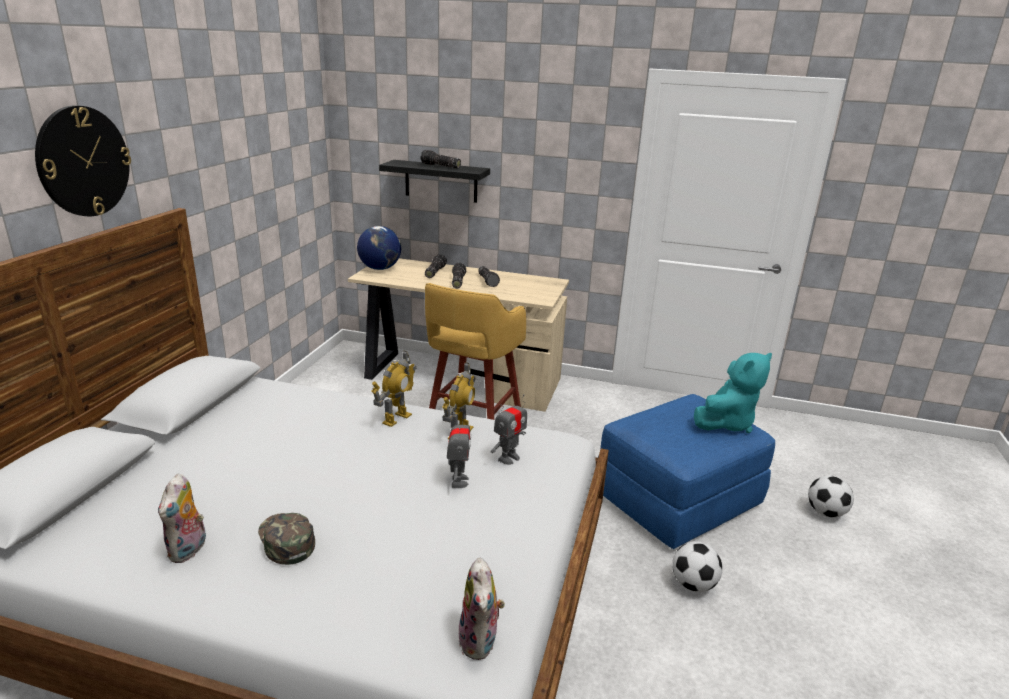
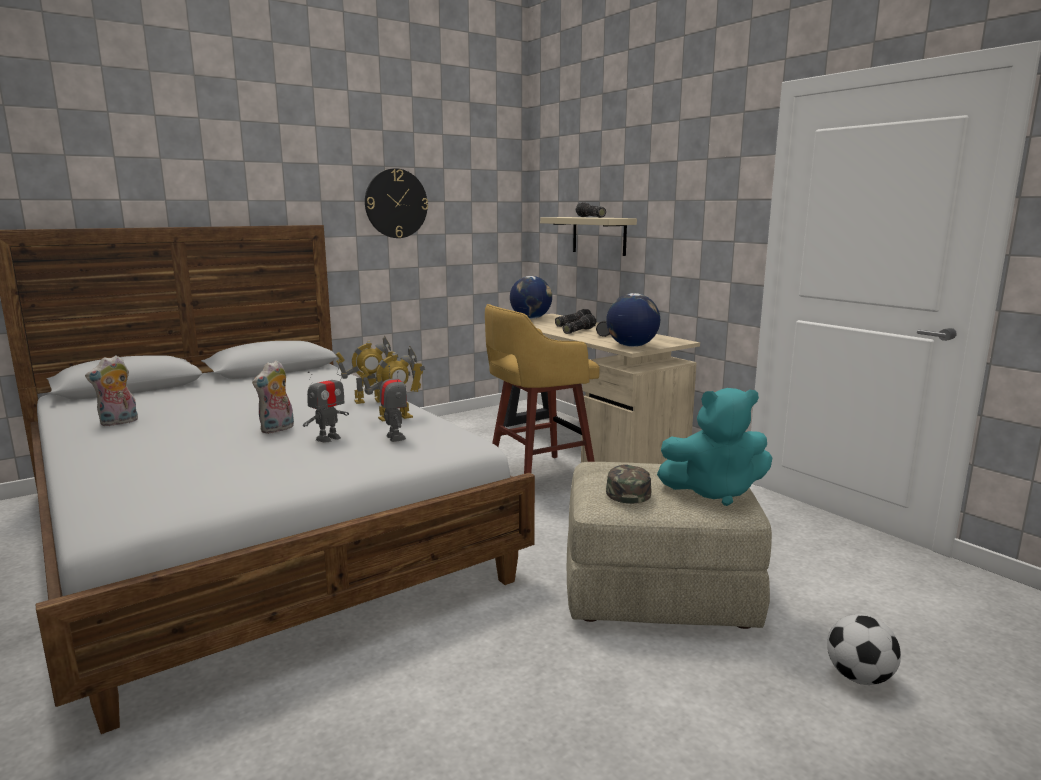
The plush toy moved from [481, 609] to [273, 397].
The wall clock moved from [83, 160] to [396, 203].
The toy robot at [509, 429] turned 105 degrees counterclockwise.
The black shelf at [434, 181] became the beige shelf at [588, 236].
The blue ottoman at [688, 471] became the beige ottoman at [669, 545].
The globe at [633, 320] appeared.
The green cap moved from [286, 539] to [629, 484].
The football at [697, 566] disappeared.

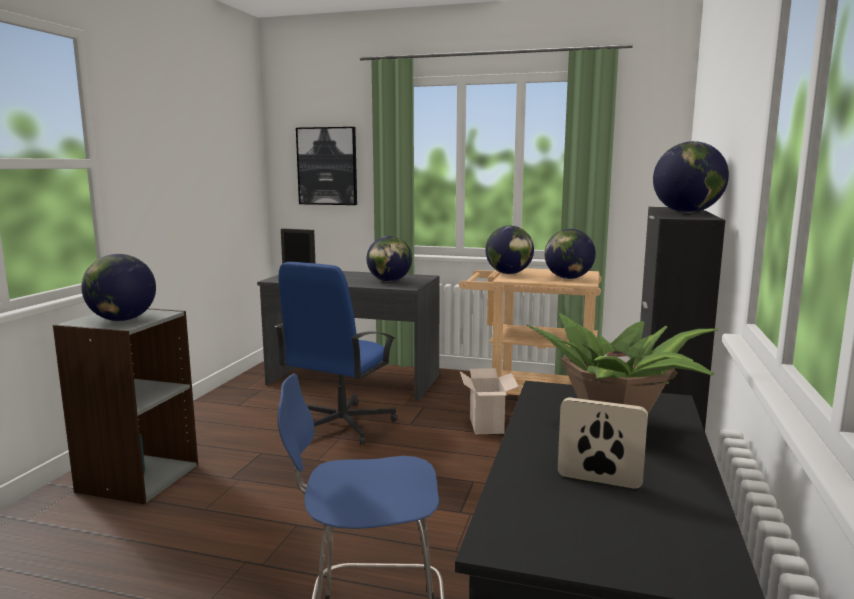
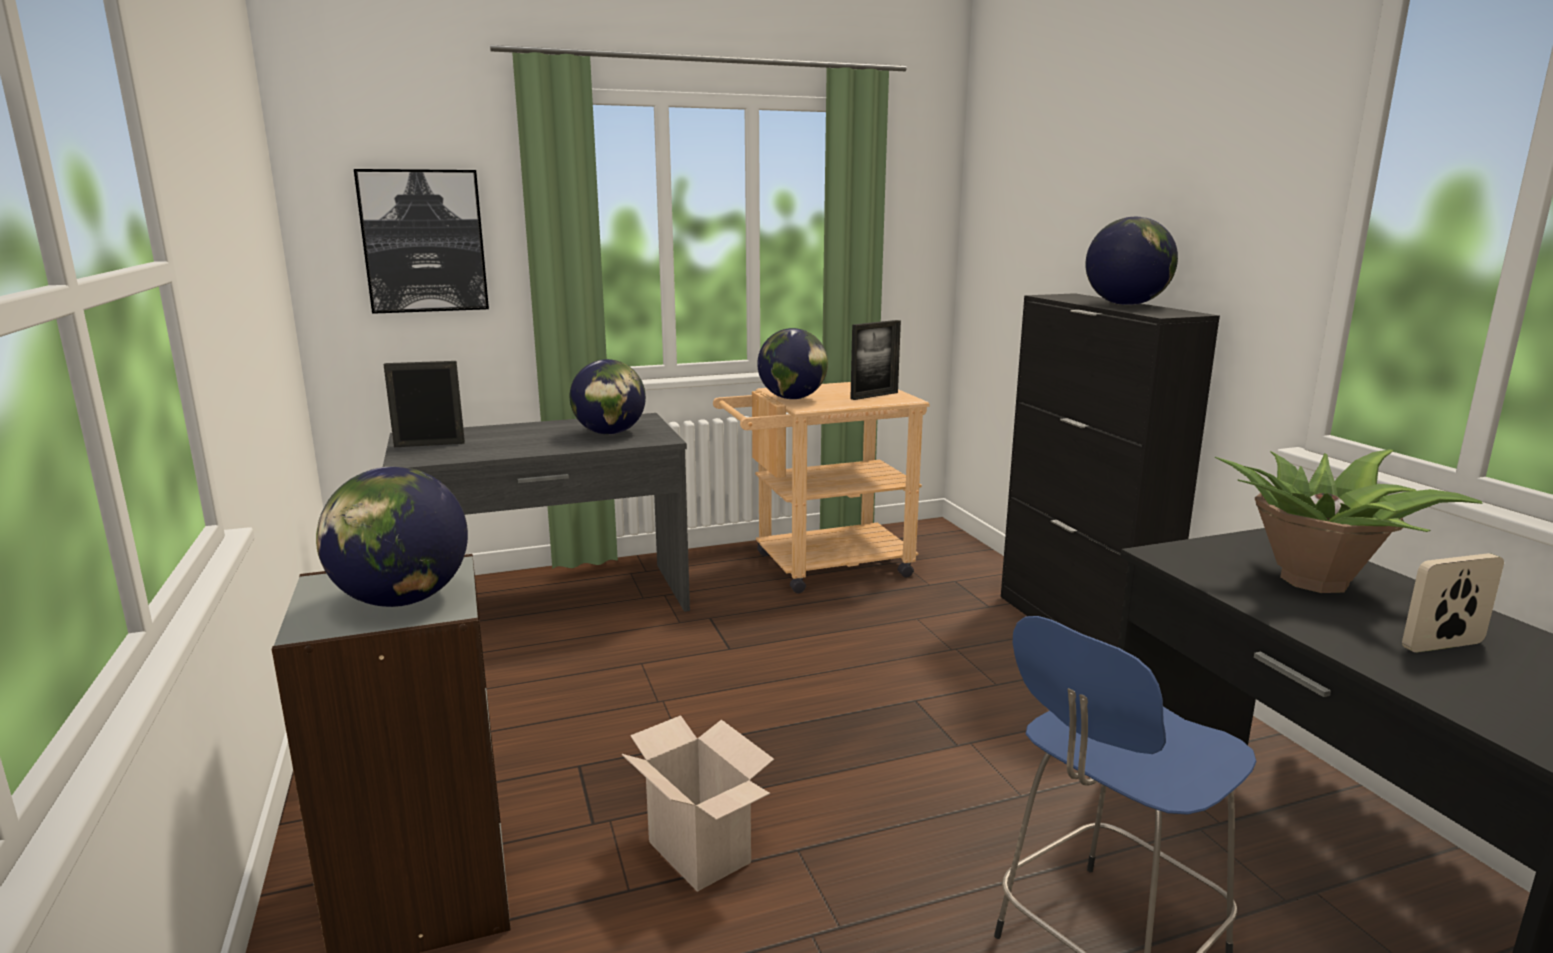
The cardboard box moved from [489, 401] to [697, 803].
The globe at [570, 254] was replaced by the picture frame at [875, 360].
The blue office chair at [336, 353] disappeared.

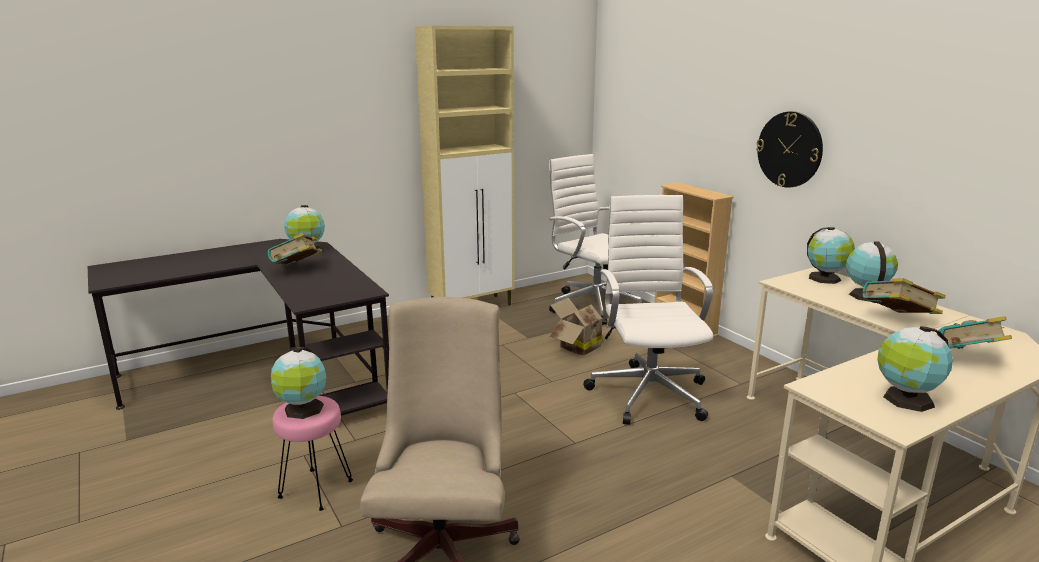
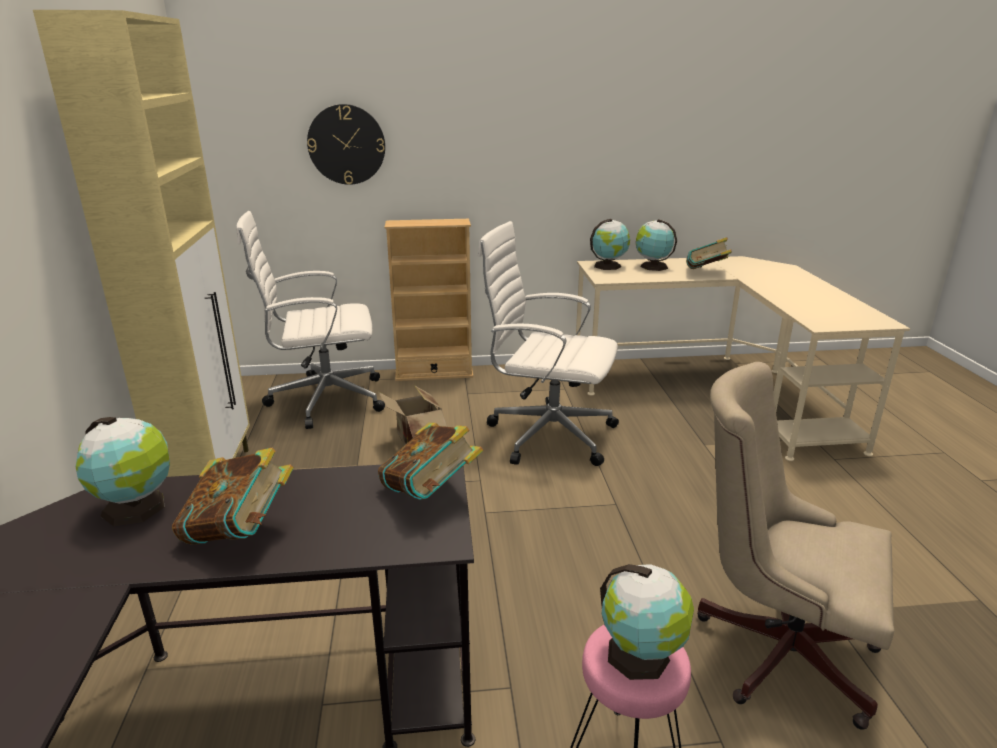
The wall clock moved from [789, 149] to [346, 144].
The book moved from [974, 332] to [430, 461].
The globe at [915, 369] disappeared.

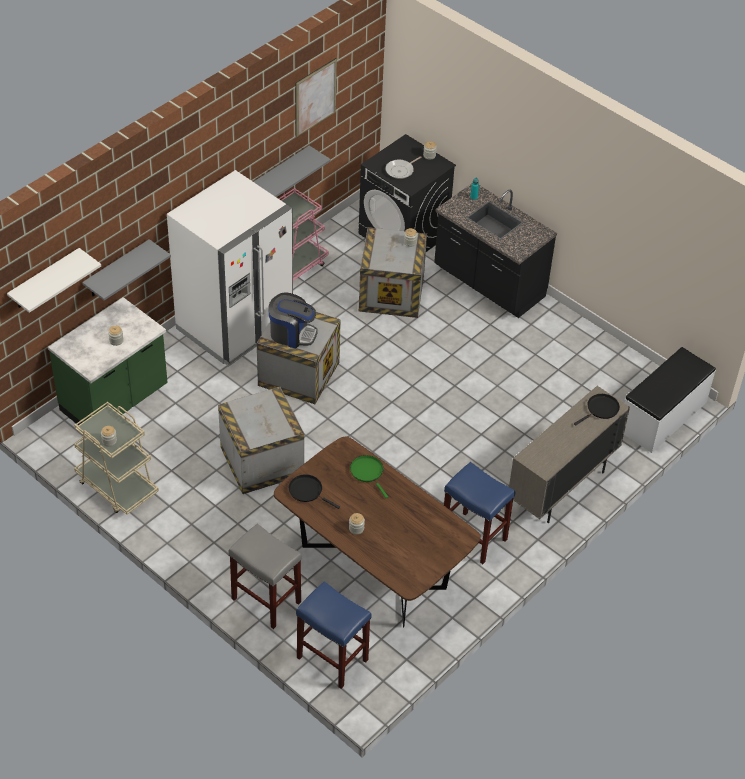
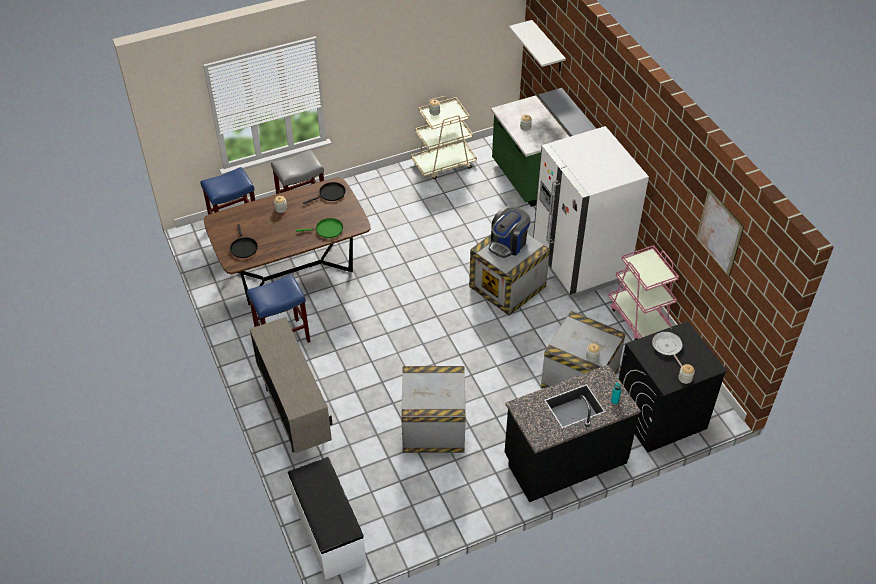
The black frying pan moved from [597, 410] to [244, 241].
The crate moved from [261, 440] to [433, 409].
The grey shelf at [292, 171] disappeared.

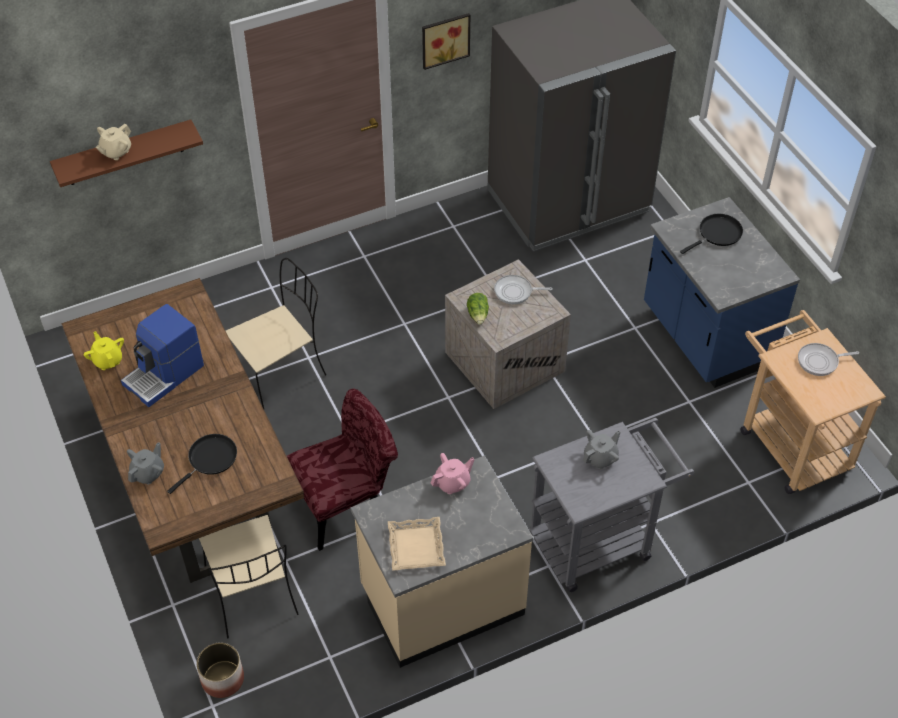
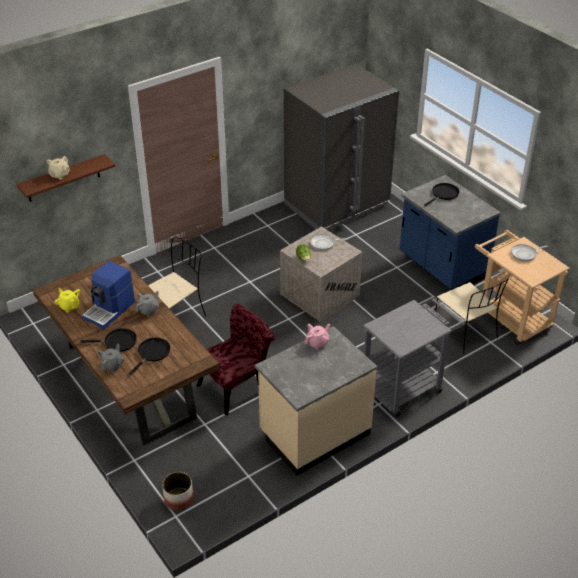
The black frying pan at [109, 340] appeared.
The grey teapot moved from [602, 449] to [147, 303].
The beige chair moved from [249, 576] to [472, 316].
The beige tray at [417, 544] disappeared.
The picture at [446, 41] disappeared.

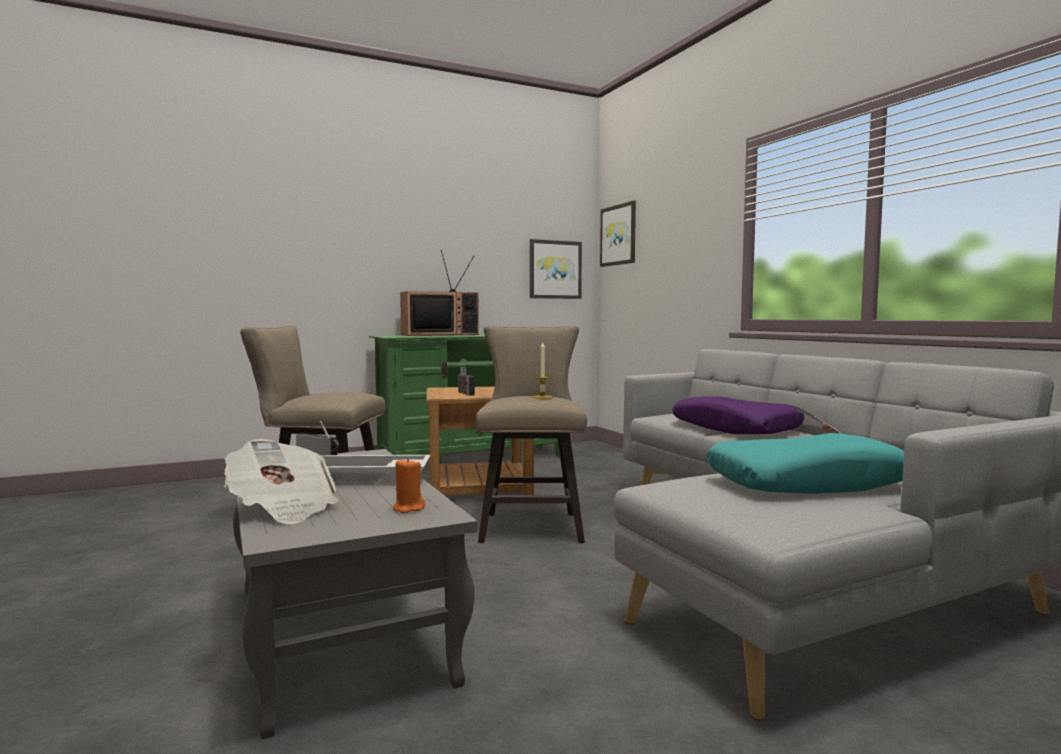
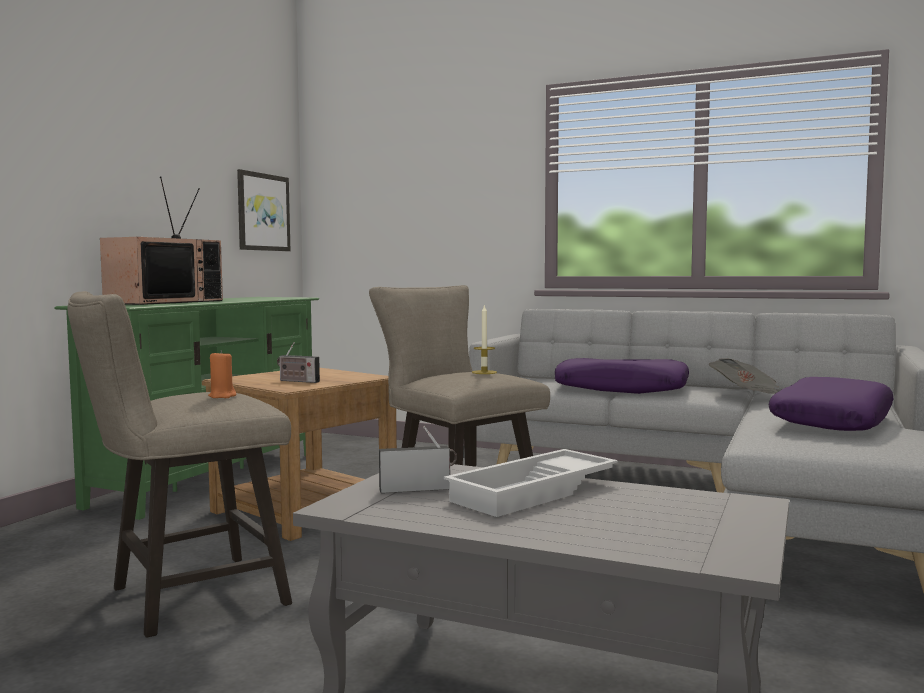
The orange candle moved from [409, 485] to [222, 374].
The turquoise pillow at [805, 463] became the purple pillow at [831, 404].
The newspaper at [281, 481] disappeared.
The picture at [618, 233] disappeared.

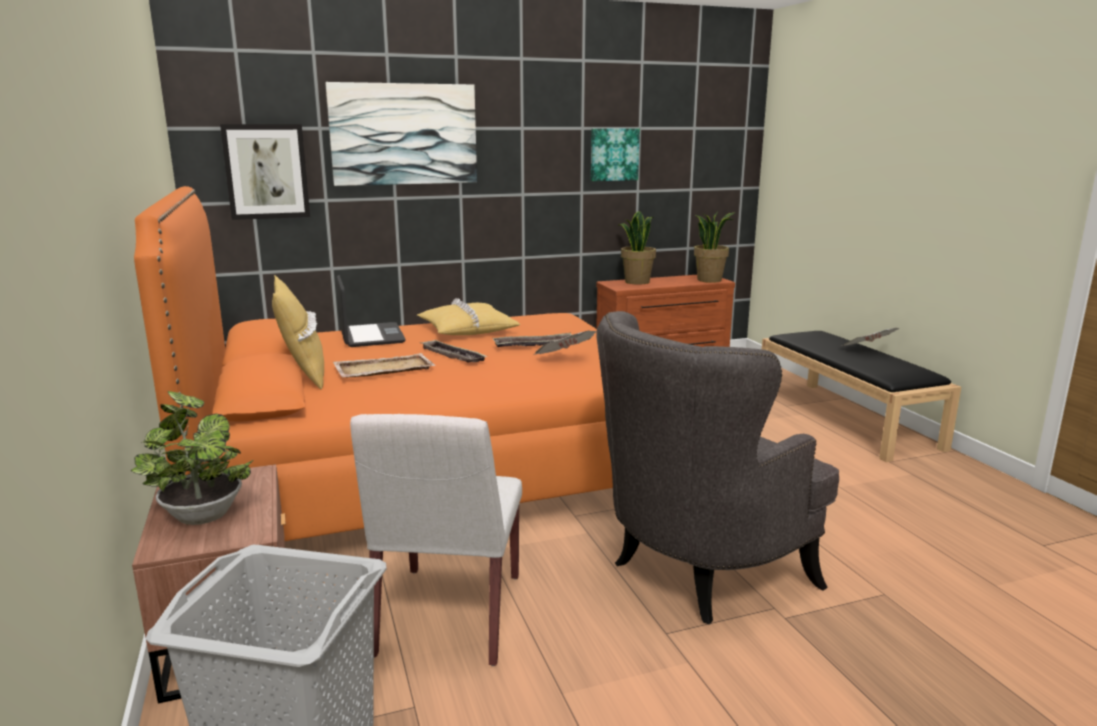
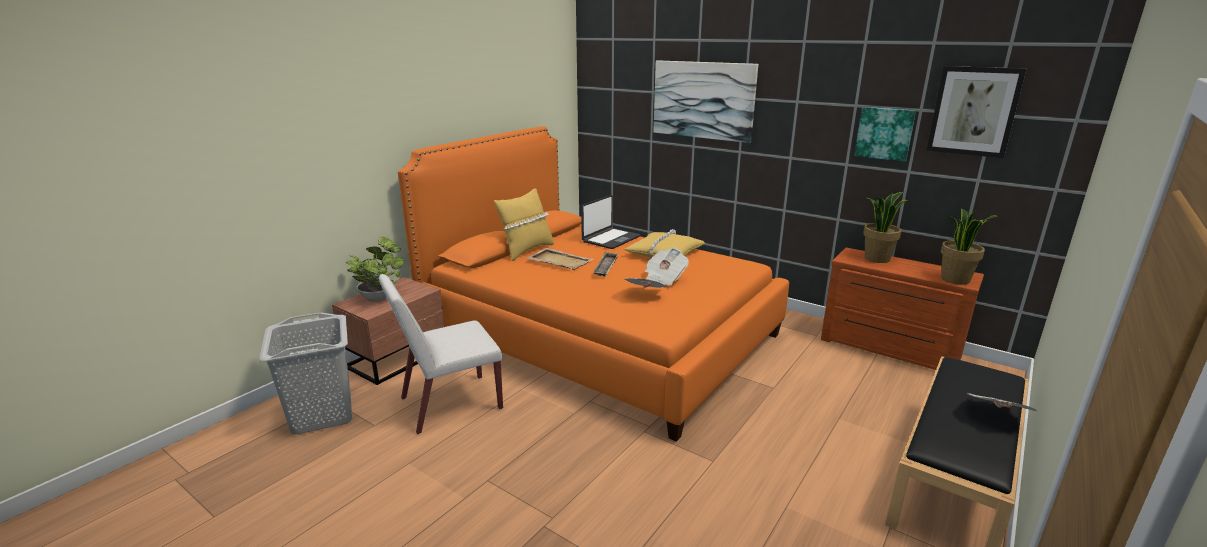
The tray at [532, 340] was replaced by the newspaper at [667, 267].
The picture moved from [265, 172] to [976, 112].
The grey armchair at [717, 468] disappeared.

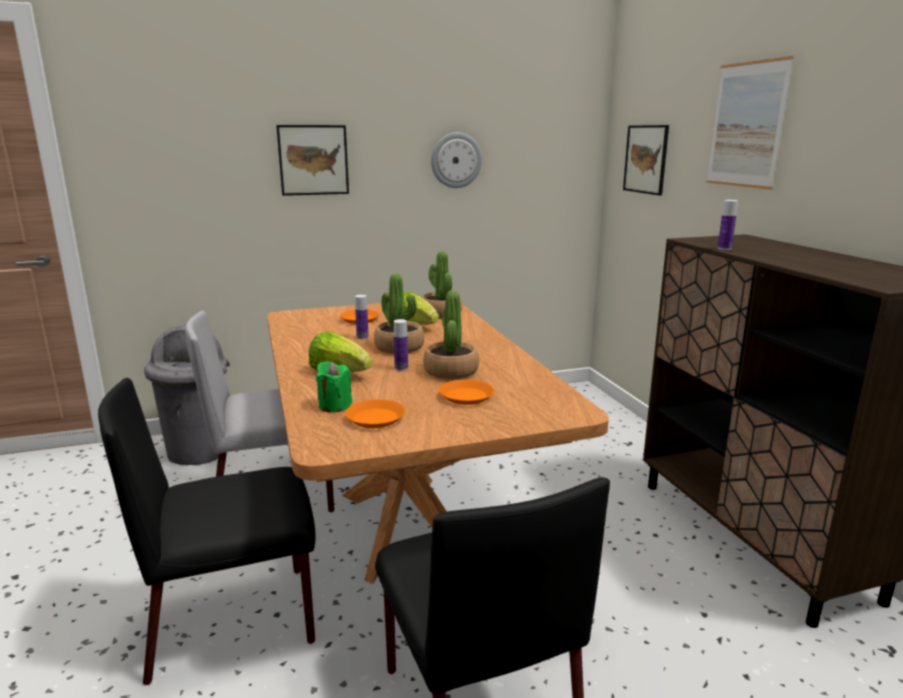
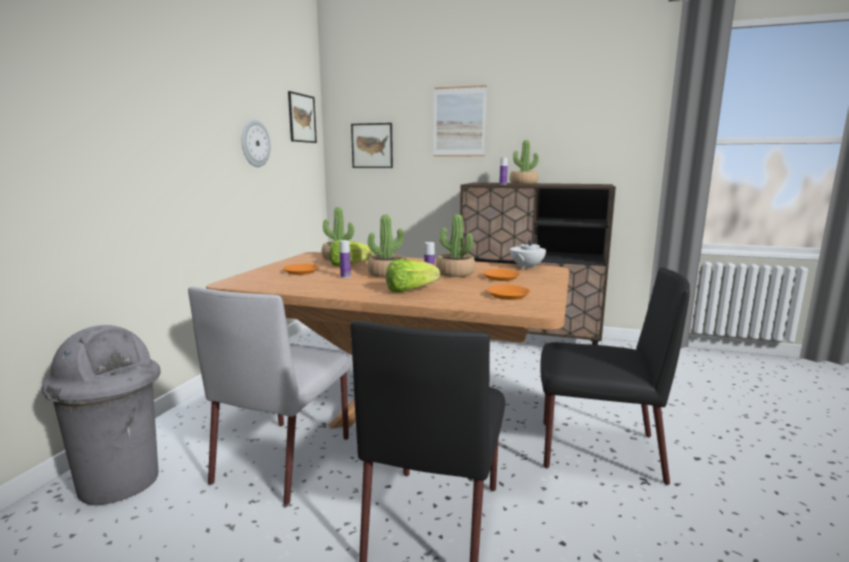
The picture moved from [312, 160] to [302, 117].
The potted plant at [524, 162] appeared.
The white teapot at [528, 251] appeared.
The green candle at [334, 386] disappeared.

